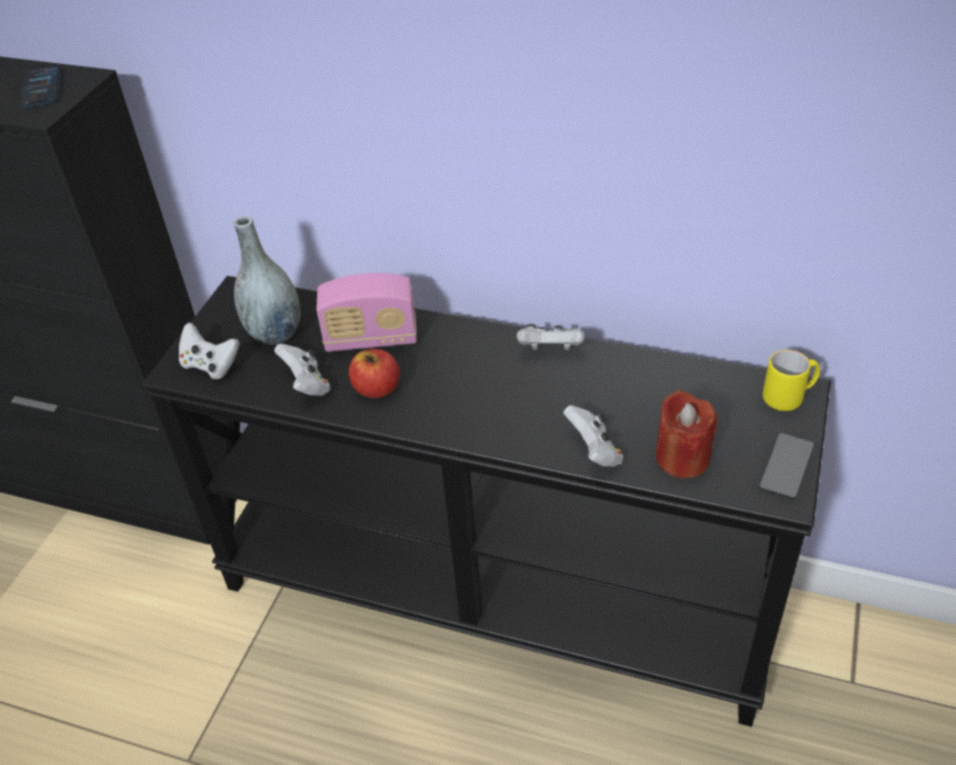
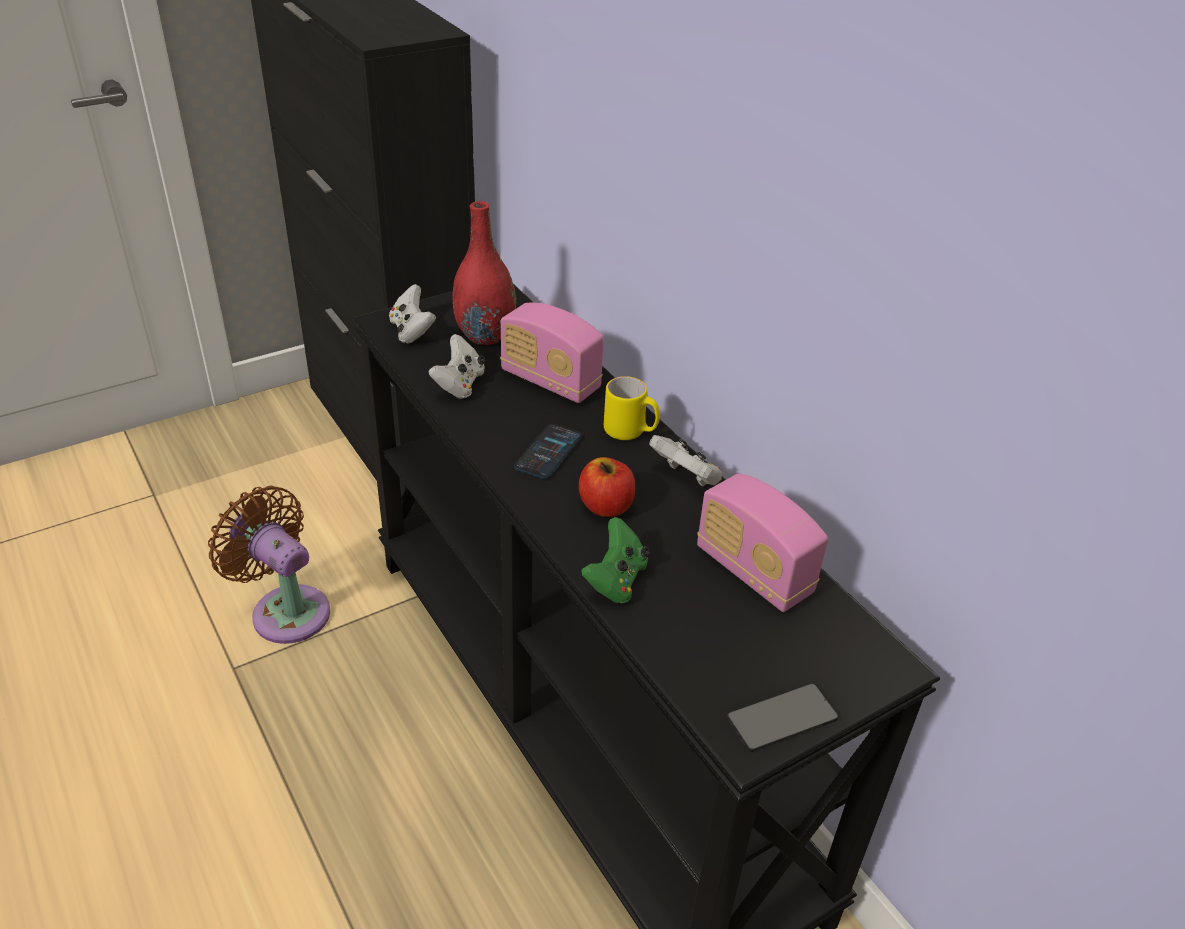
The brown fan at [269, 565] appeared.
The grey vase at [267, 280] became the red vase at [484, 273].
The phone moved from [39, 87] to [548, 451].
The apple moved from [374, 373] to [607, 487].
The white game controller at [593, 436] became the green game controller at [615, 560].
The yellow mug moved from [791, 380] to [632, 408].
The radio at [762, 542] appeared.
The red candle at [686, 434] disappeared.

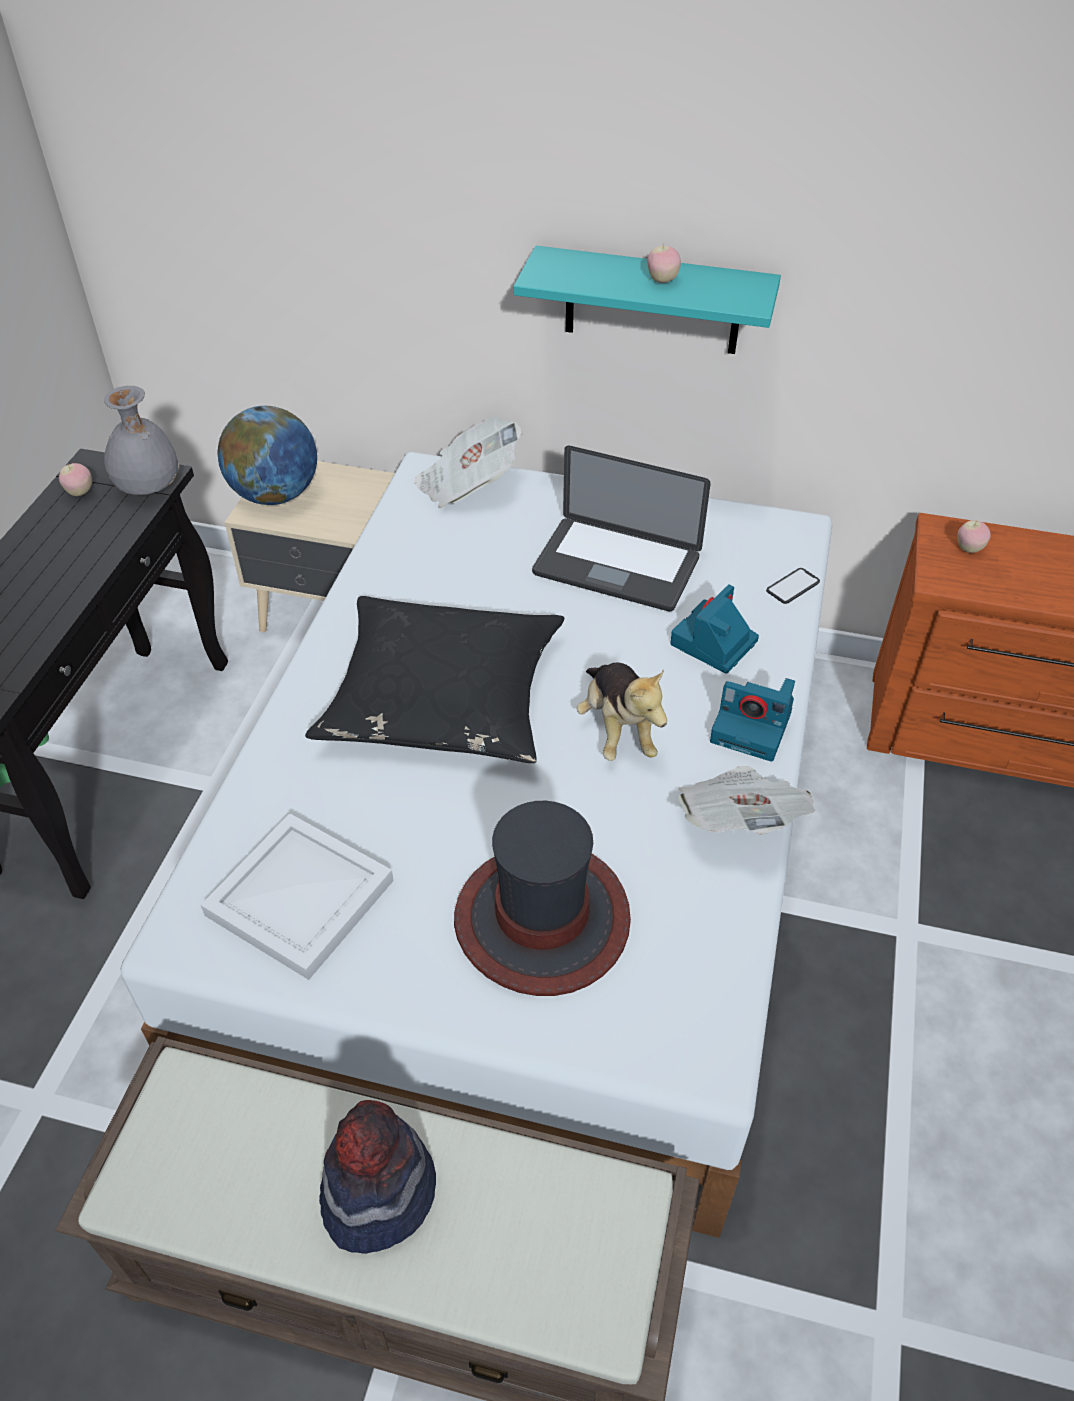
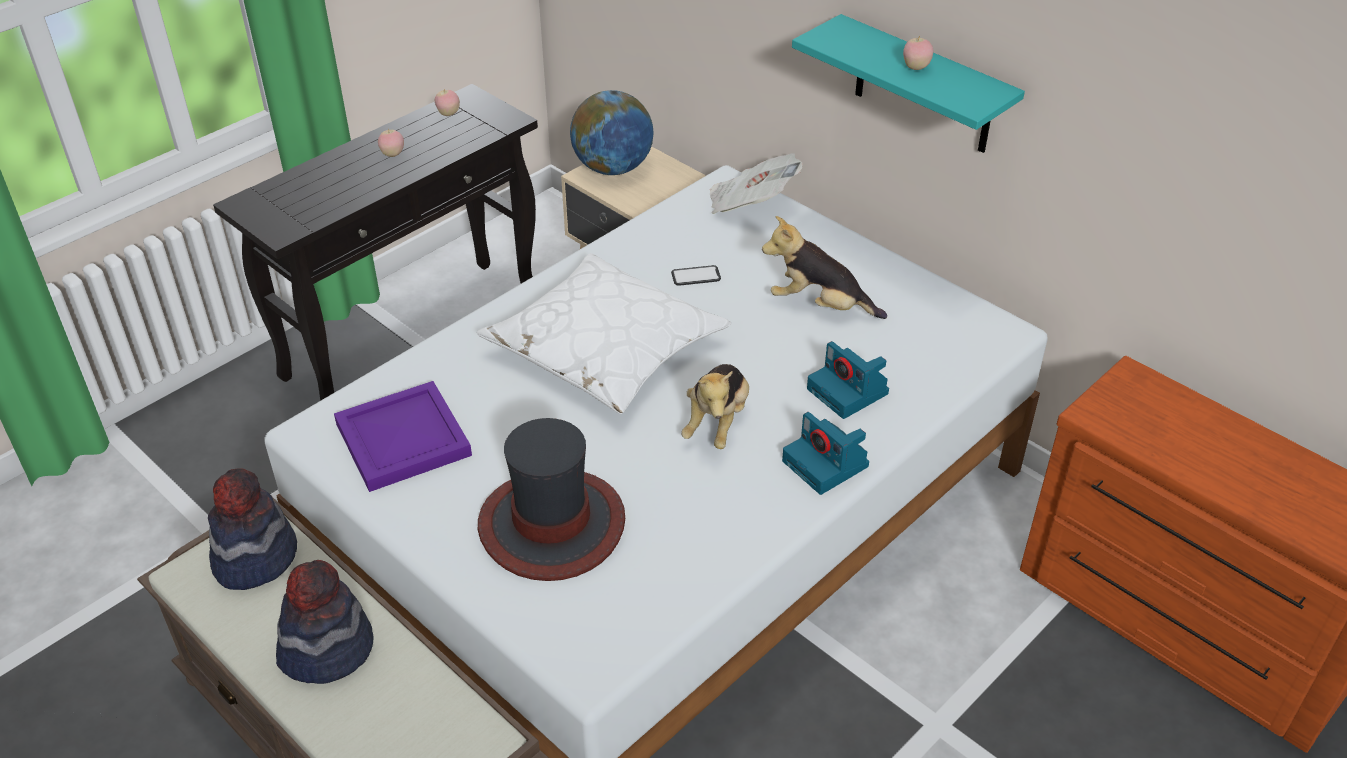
The hat at [252, 529] appeared.
The white tray at [297, 896] became the purple tray at [403, 436].
The apple moved from [974, 536] to [391, 143].
The black pillow at [434, 679] became the white pillow at [603, 333].
The phone moved from [793, 586] to [696, 275].
The laptop at [621, 528] was replaced by the plush toy at [824, 267].
The photo camera at [714, 629] turned 105 degrees counterclockwise.
The grey vase at [141, 440] disappeared.
The newspaper at [747, 800] disappeared.

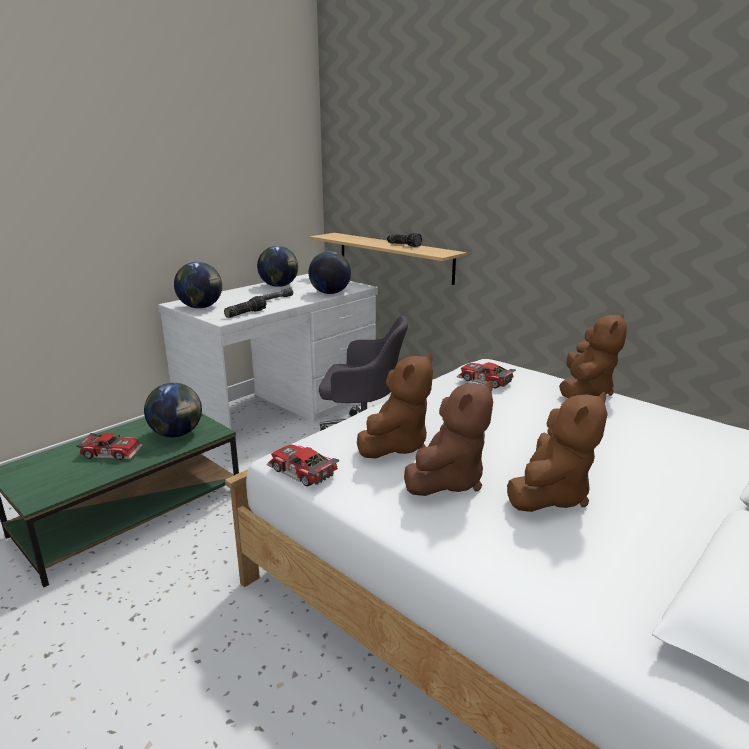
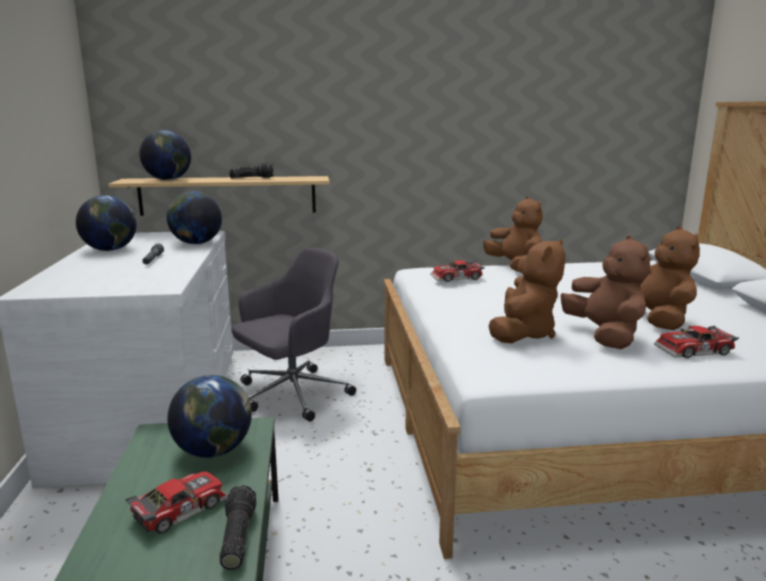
The globe moved from [198, 285] to [165, 155].
The flashlight moved from [245, 307] to [238, 527].
The brown plush toy at [395, 405] turned 45 degrees clockwise.
The toy car moved from [303, 466] to [696, 342].

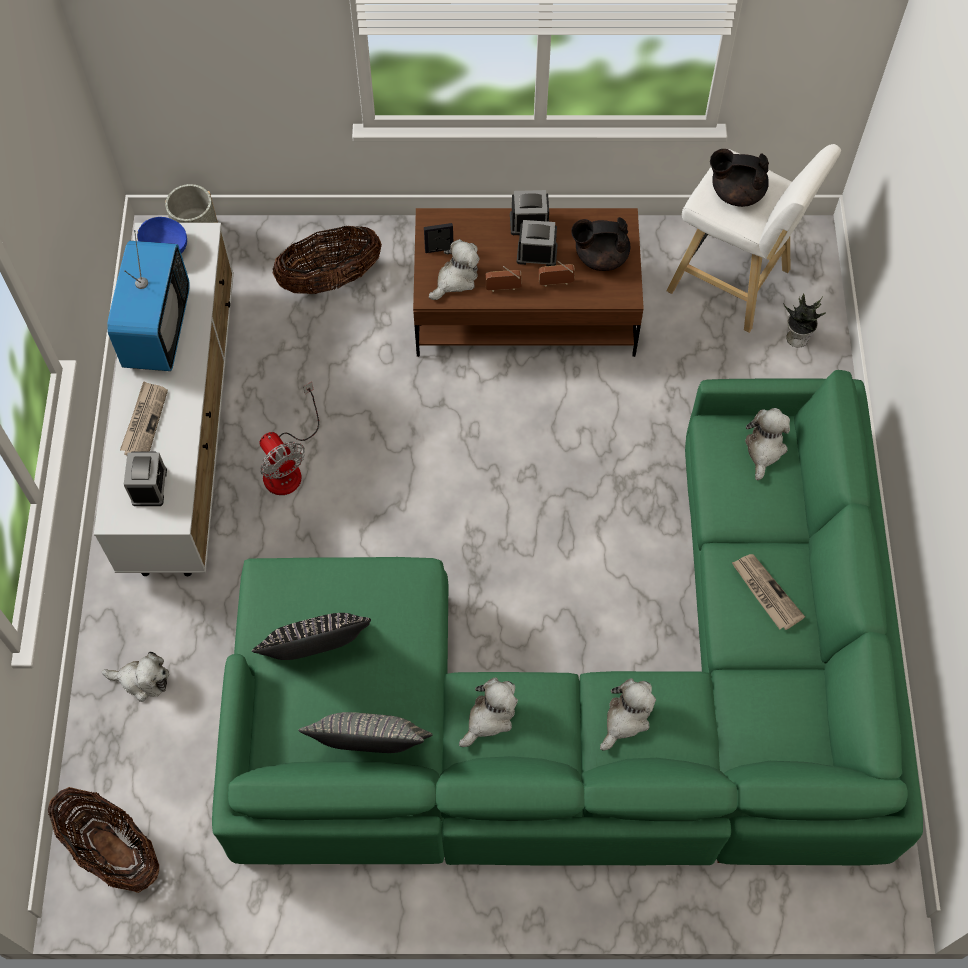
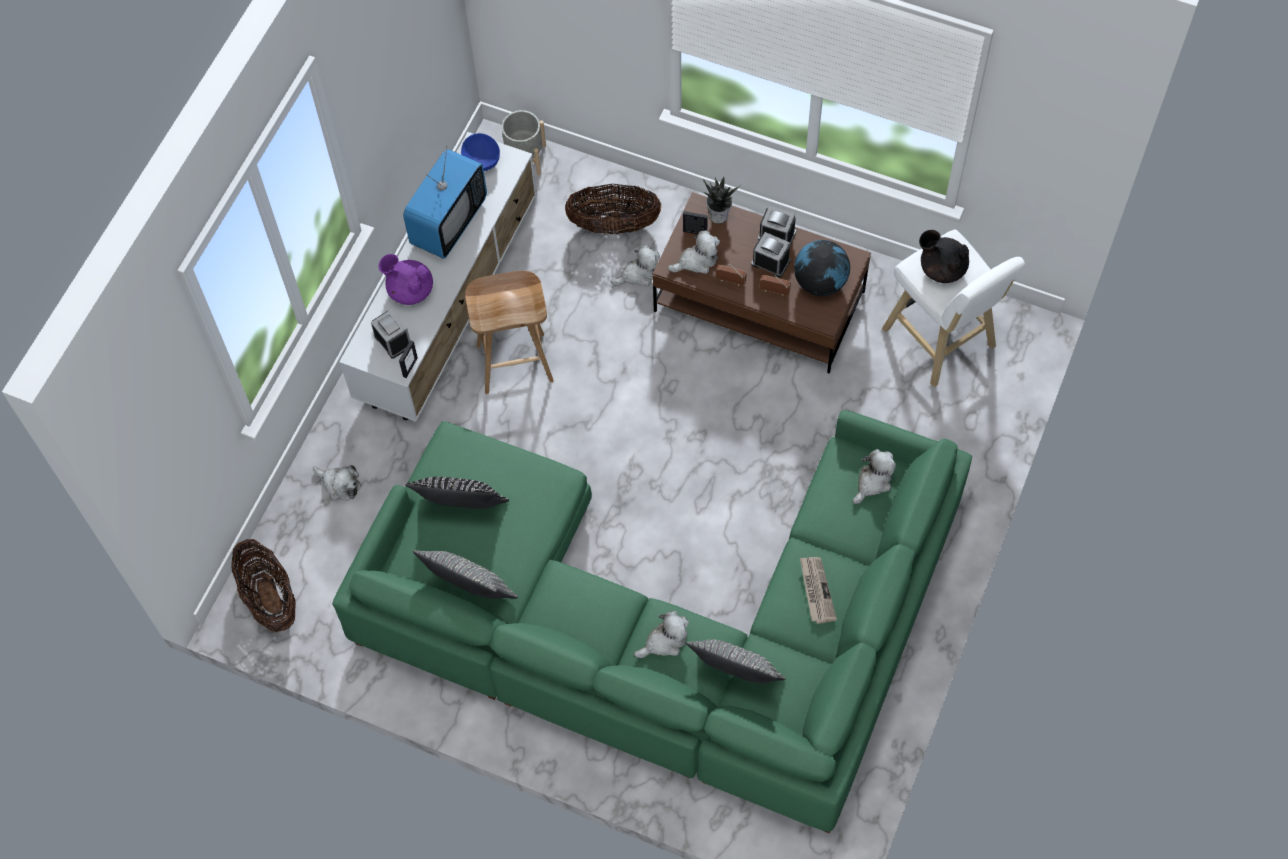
The alarm clock at [145, 479] turned 60 degrees counterclockwise.
The newspaper at [144, 418] was replaced by the purple teapot at [405, 279].
The picture frame at [408, 359] appeared.
The fan at [289, 438] was replaced by the brown stool at [509, 332].
The plush toy moved from [488, 712] to [635, 265].
The grey pillow at [736, 661] appeared.
The potted plant moved from [805, 321] to [722, 200].
The black teapot at [601, 244] was replaced by the globe at [822, 268].

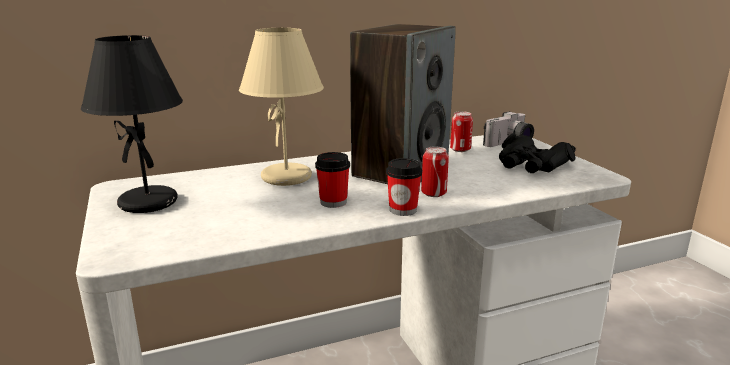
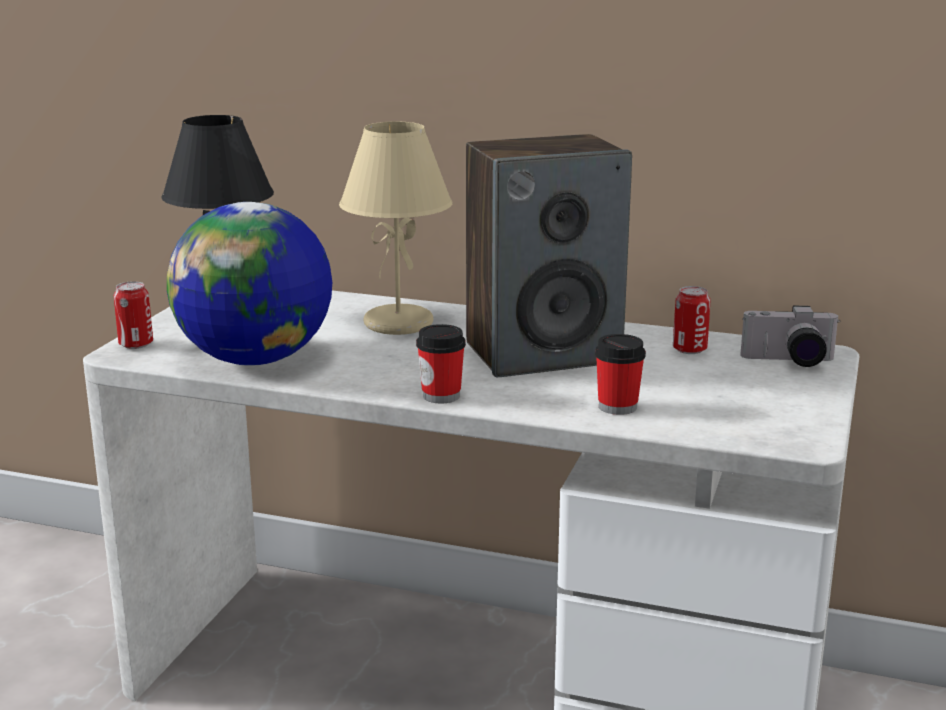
The can moved from [435, 171] to [133, 315].
The globe at [249, 284] appeared.
The cup moved from [332, 180] to [620, 374].
The black binoculars at [537, 153] disappeared.

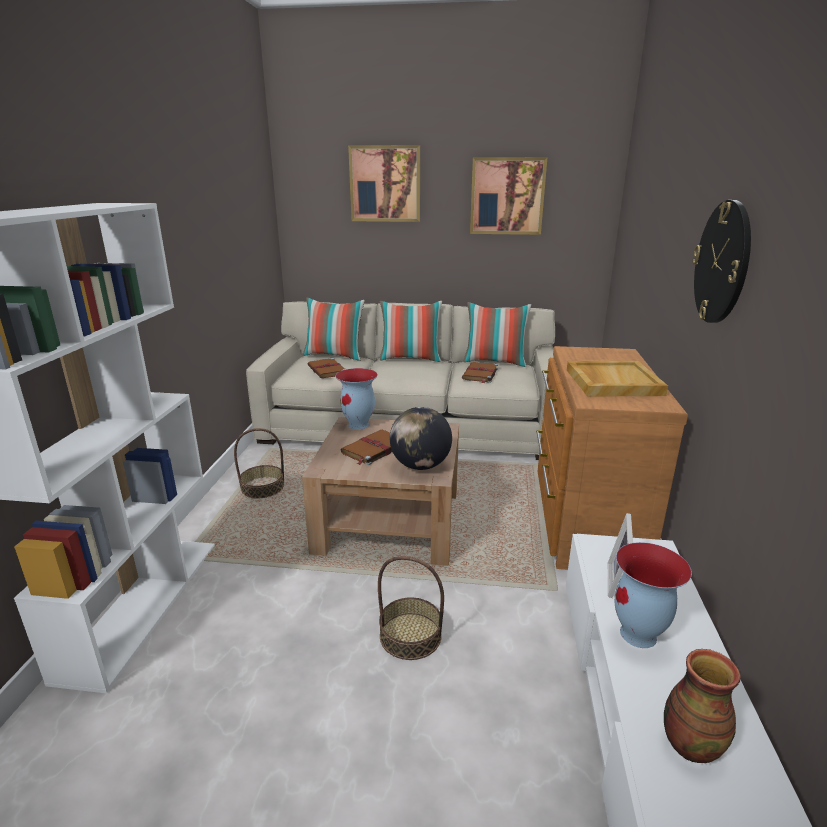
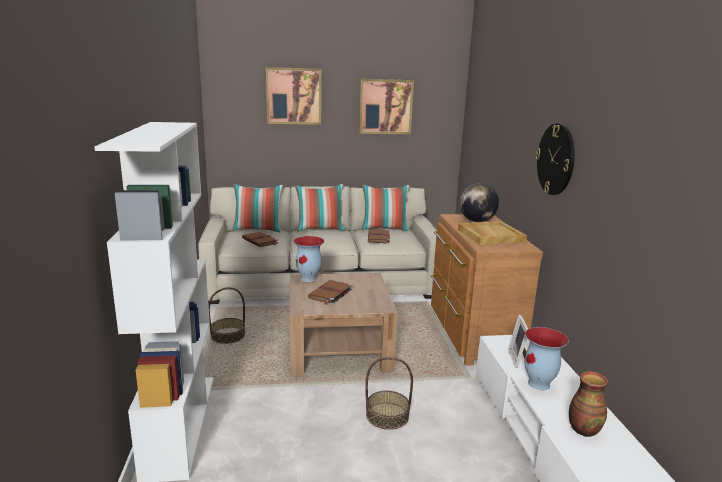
The globe moved from [421, 438] to [479, 202].

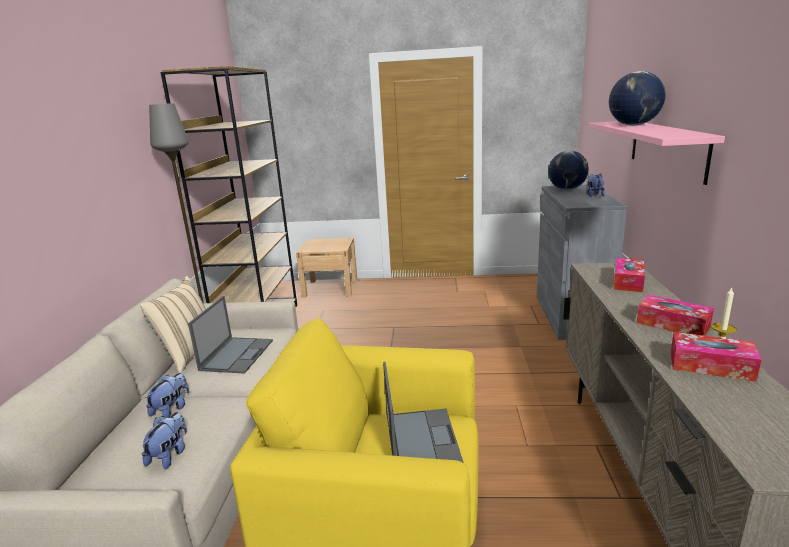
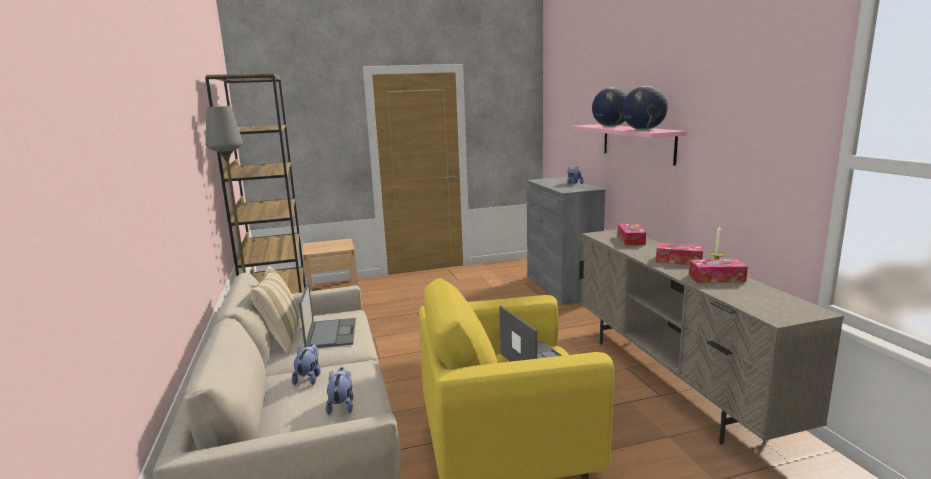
The globe moved from [568, 170] to [645, 108].

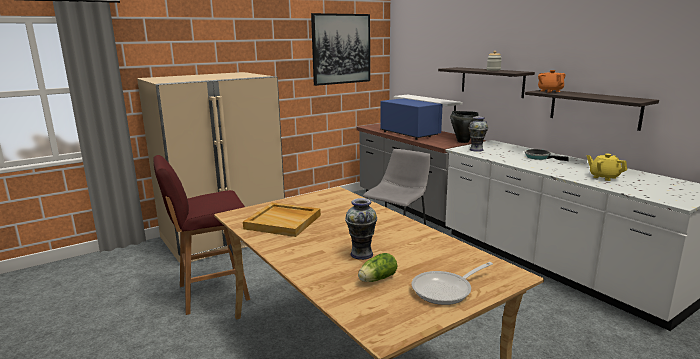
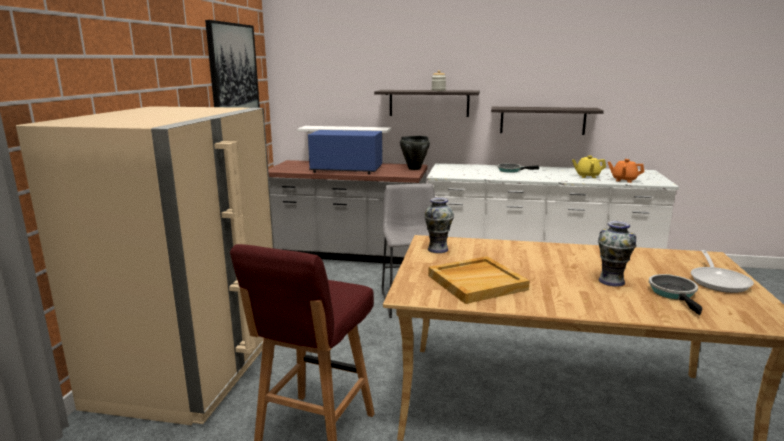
The vase moved from [478, 134] to [439, 225].
The orange teapot moved from [552, 81] to [626, 171].
The lettuce at [377, 267] was replaced by the frying pan at [675, 294].

